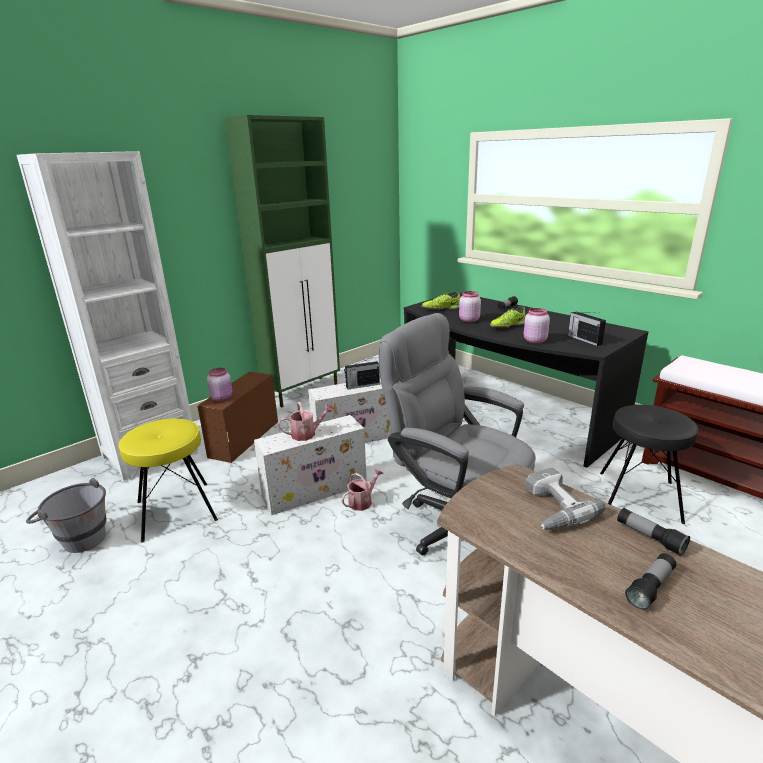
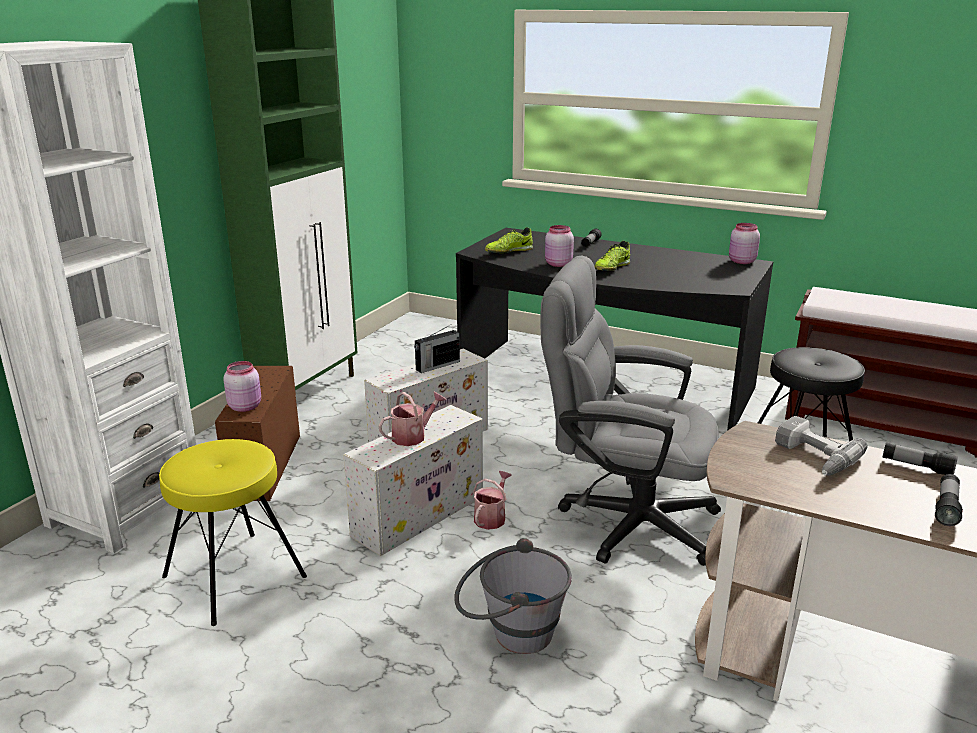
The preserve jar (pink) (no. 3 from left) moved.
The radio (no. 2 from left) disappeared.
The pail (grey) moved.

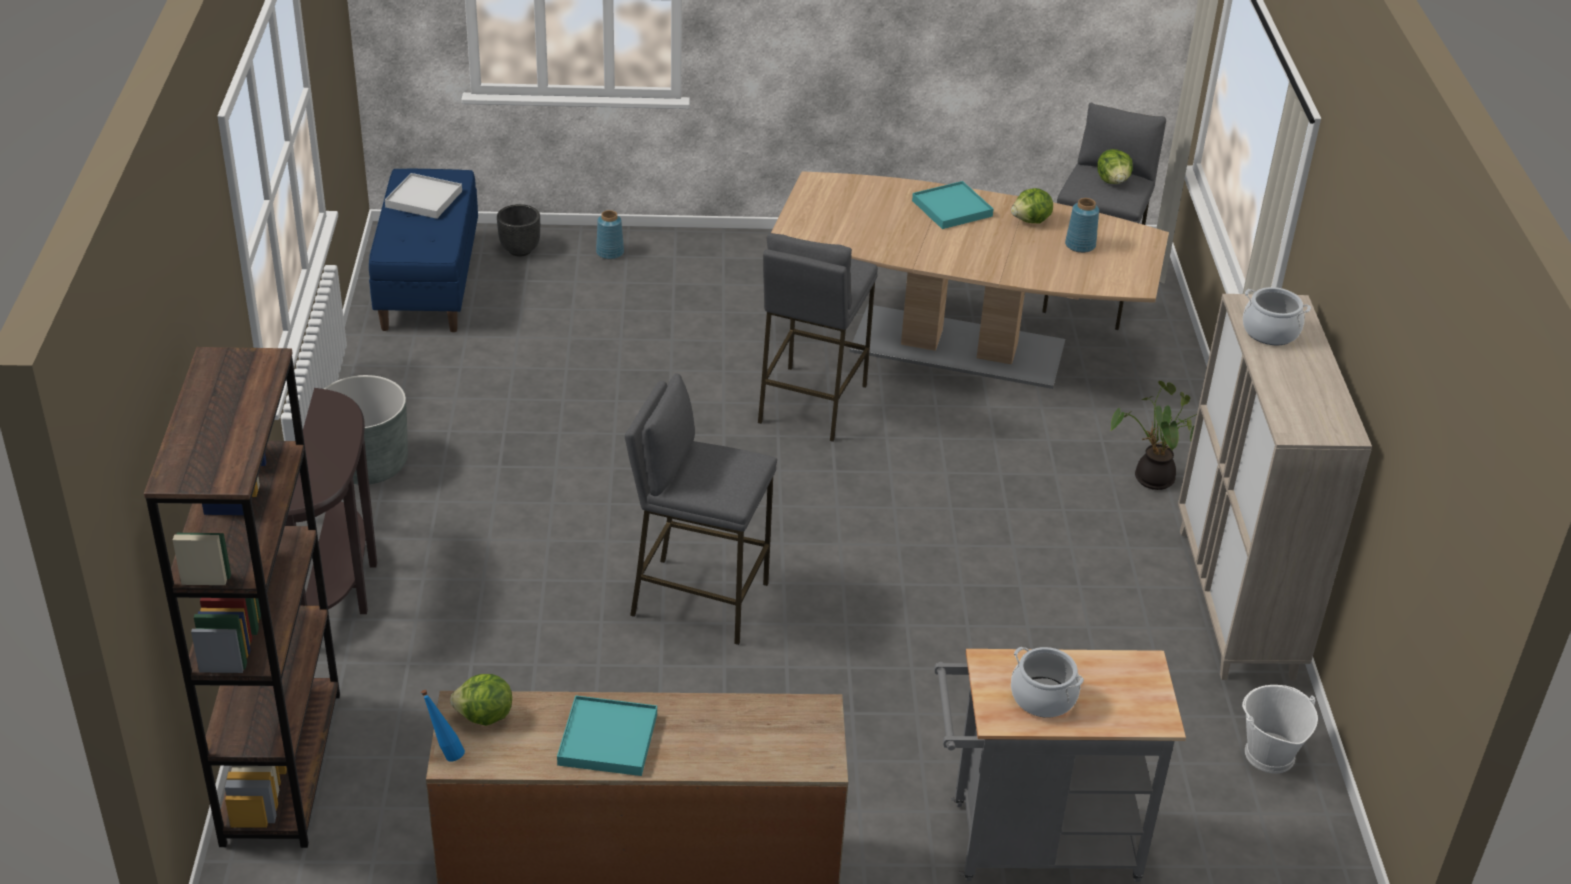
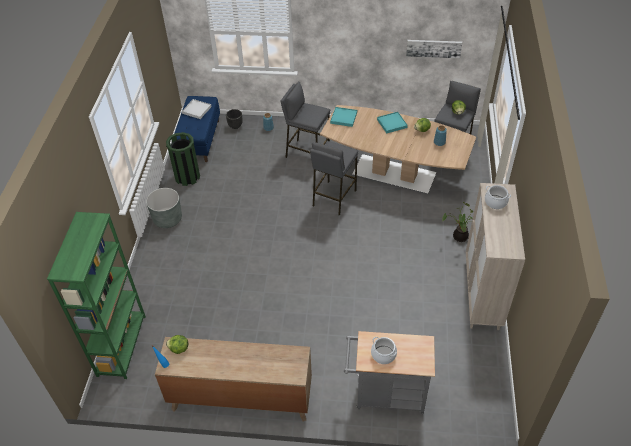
The bookshelf (brownish) became the bookshelf (greenish).
The stool (grey) (no. 1 from left) moved.
The hall table (brownish) disappeared.
The pail (white-coloured) disappeared.
The carrying tray (turquoise) (no. 1 from left) moved.
The wall picture appeared.
The rubbish bin (greenish) appeared.

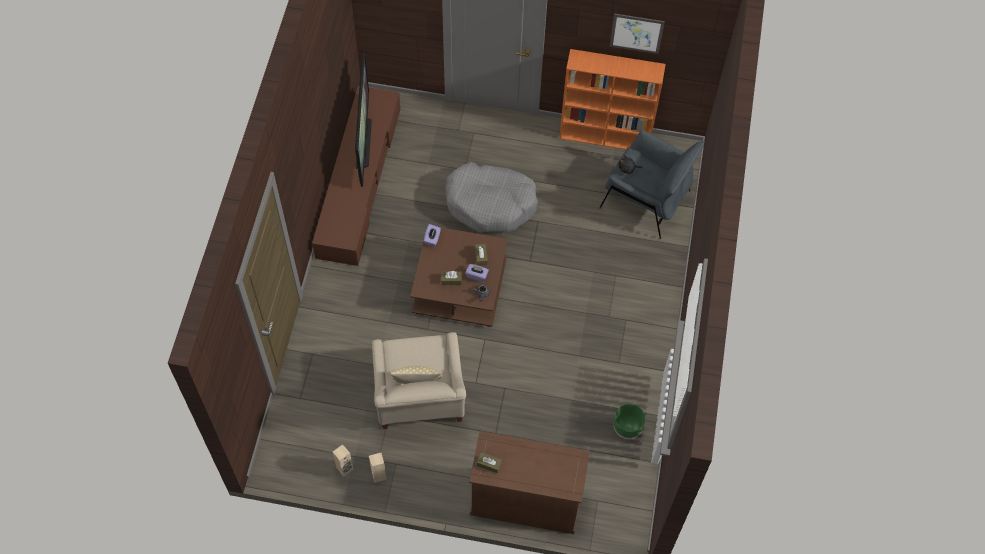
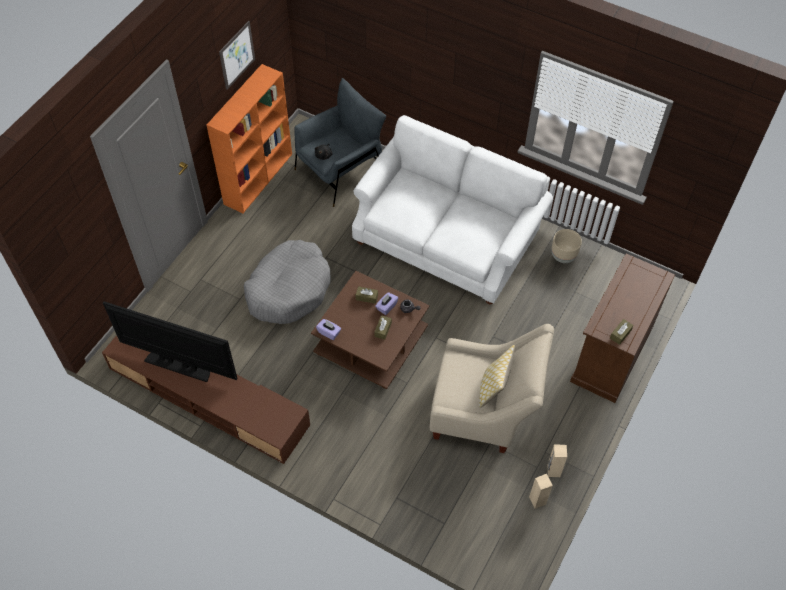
The planter (greenish) became the planter (beige).
The sofa (white-coloured) appeared.

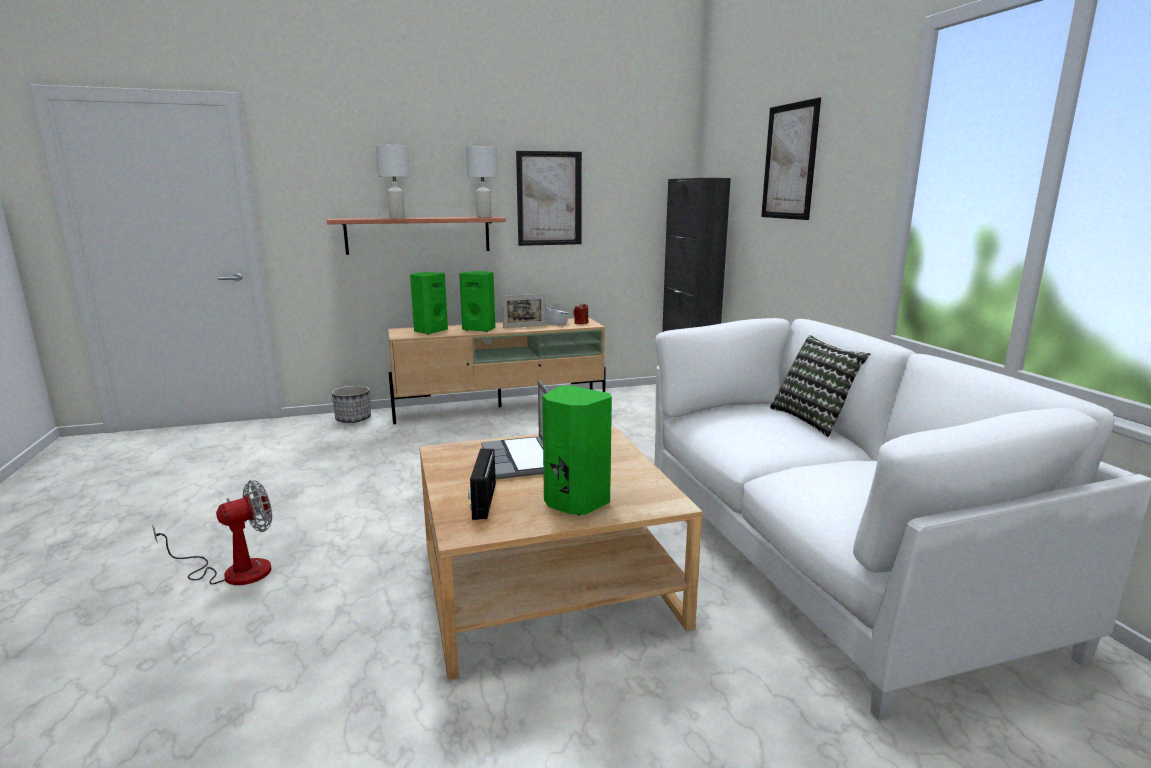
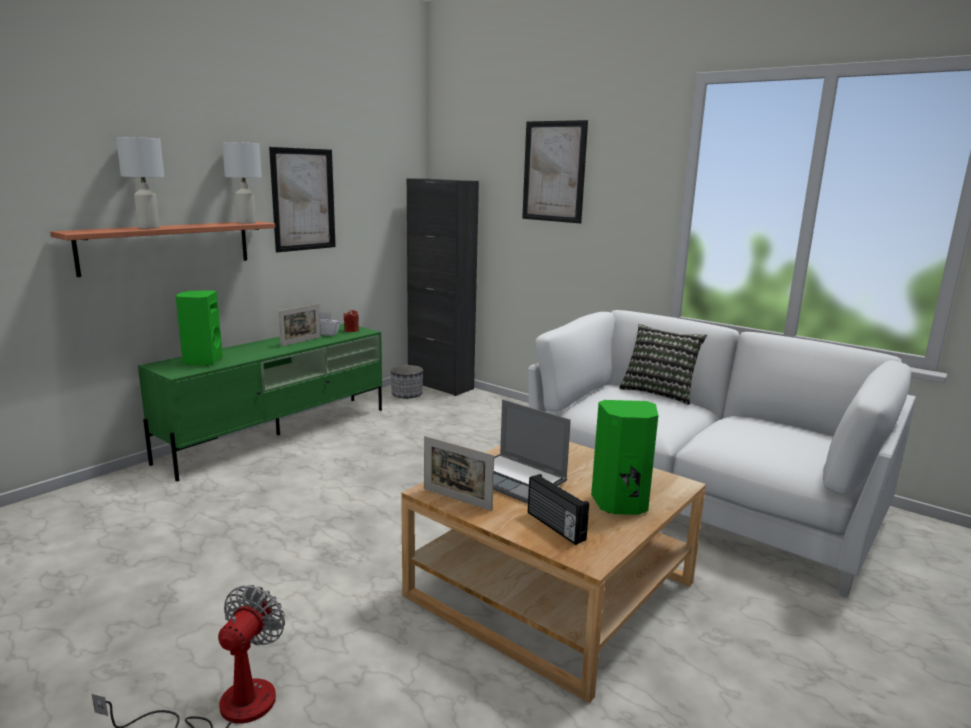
The audio speaker (greenish) (no. 2 from left) disappeared.
The tv stand (beige) became the tv stand (greenish).
The planter moved.
The picture frame (no. 2 from left) appeared.

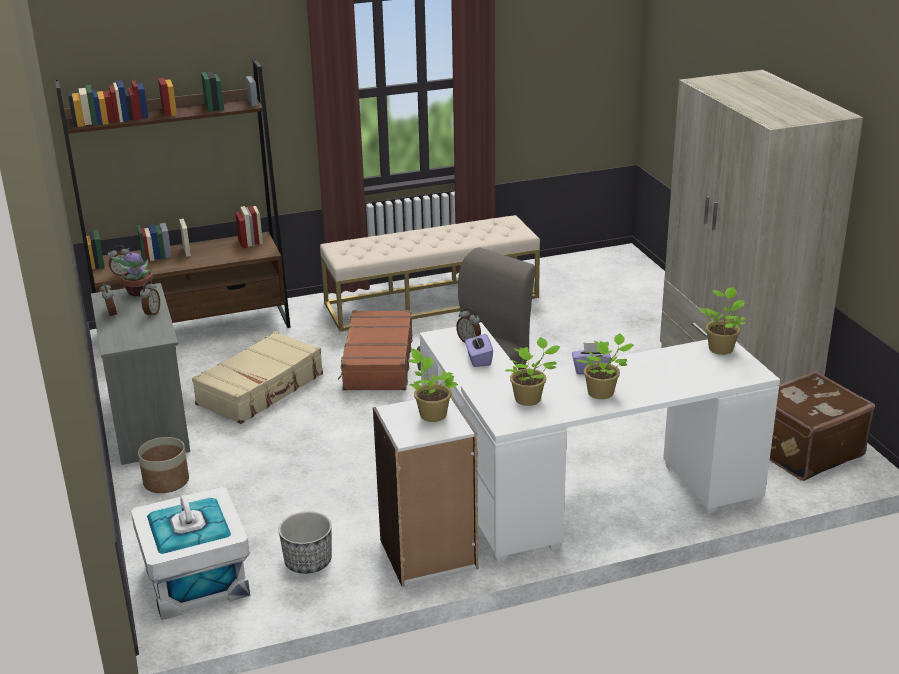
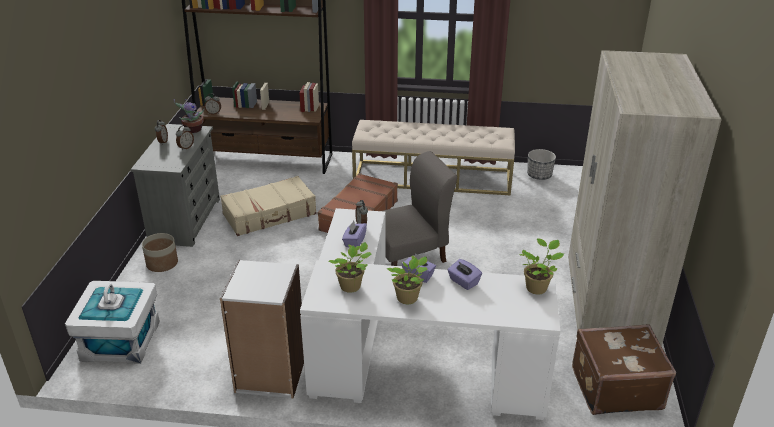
The potted plant (no. 2 from left) disappeared.
The planter (no. 2 from left) moved.
The tissue holder (purple-coloured) (no. 3 from left) appeared.

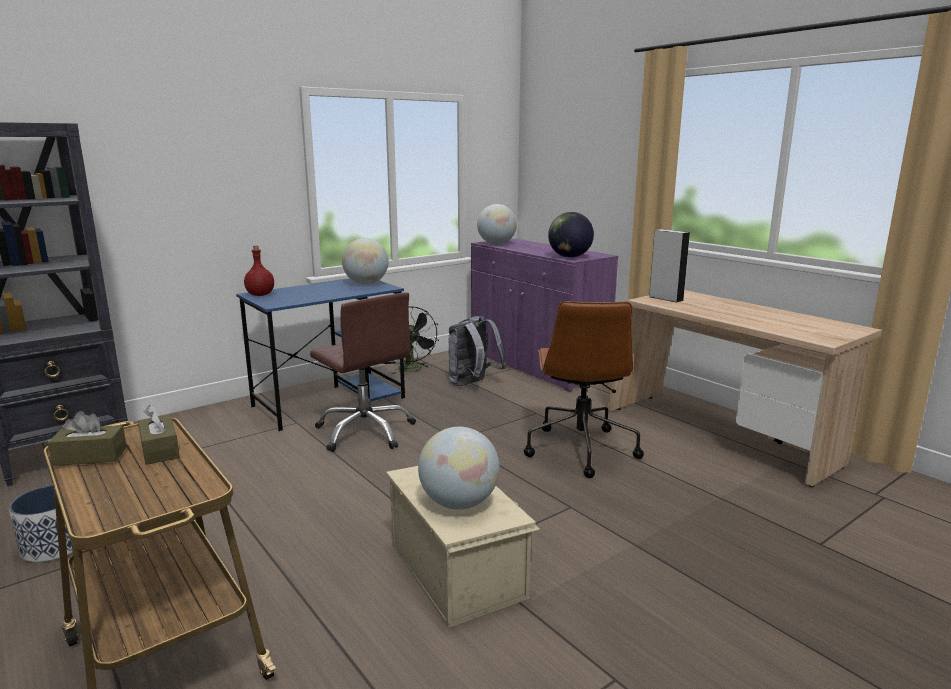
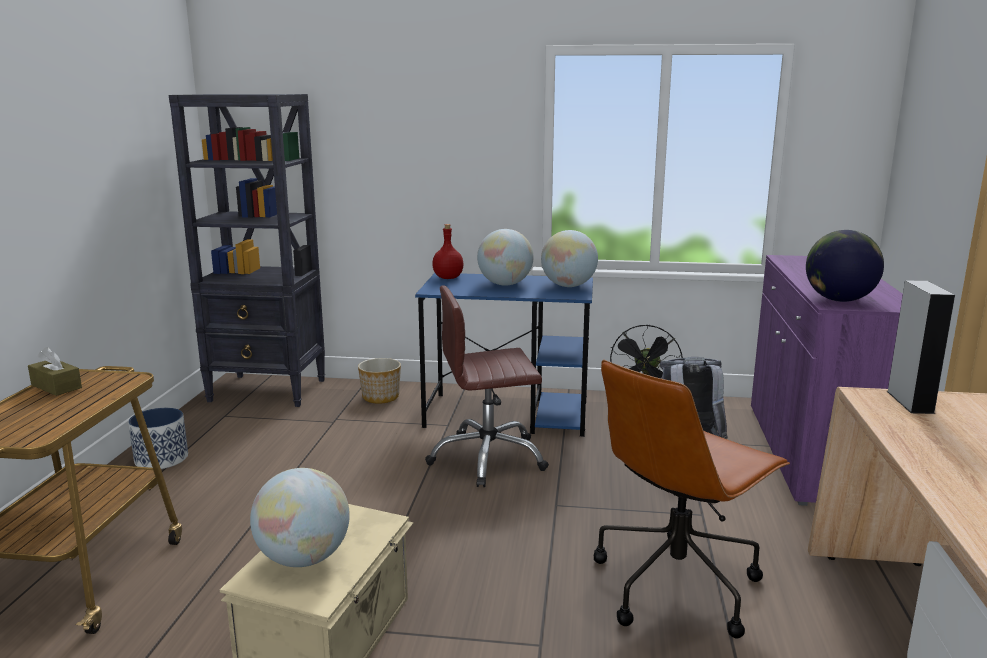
The globe (no. 3 from left in the first image) moved.
The computer chair (brownish) (no. 1 from left) turned 75 degrees clockwise.
The tissue holder (brownish) (no. 2 from left) disappeared.
The planter (no. 2 from left) appeared.

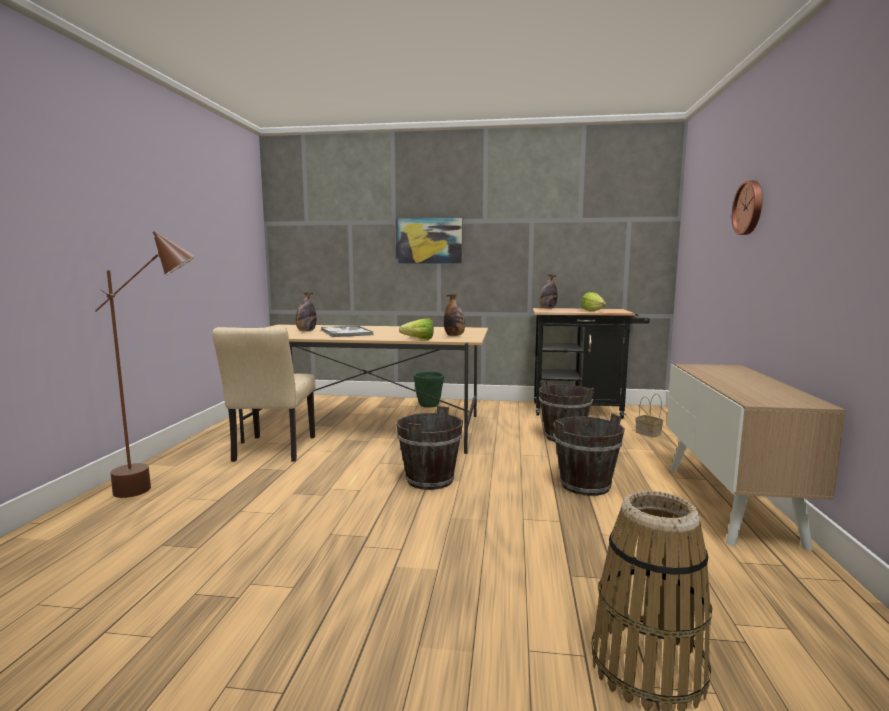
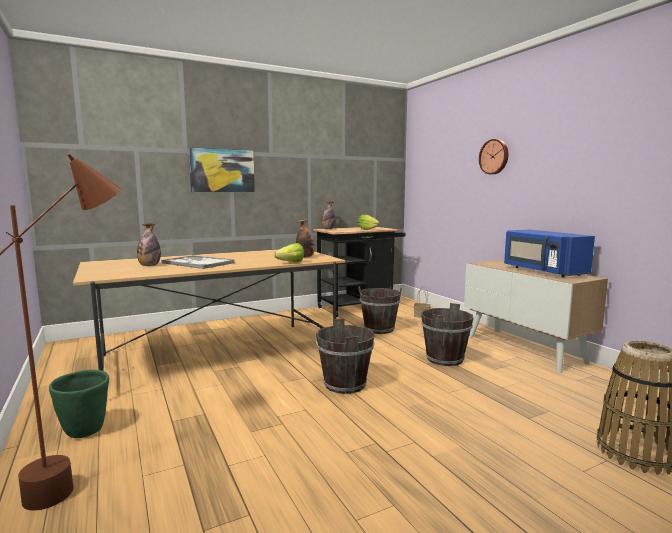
The chair (beige) disappeared.
The planter (greenish) moved.
The microwave oven (blue-coloured) appeared.

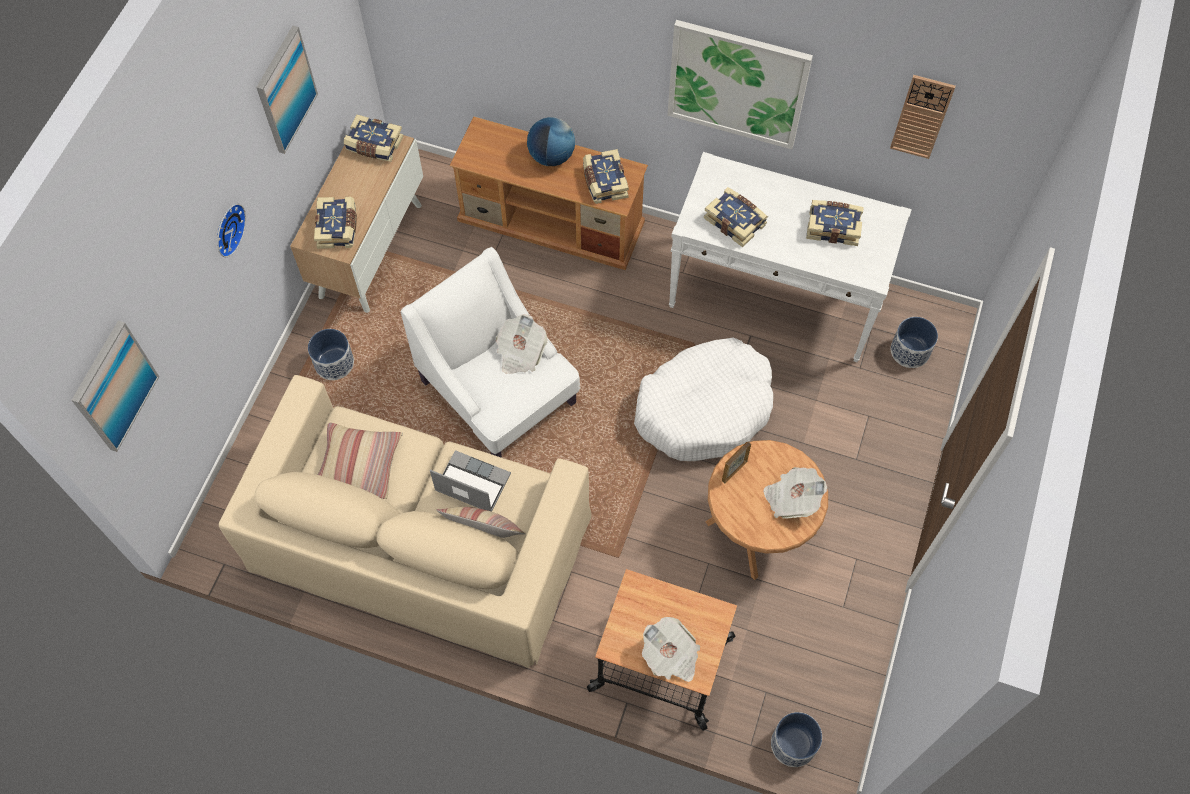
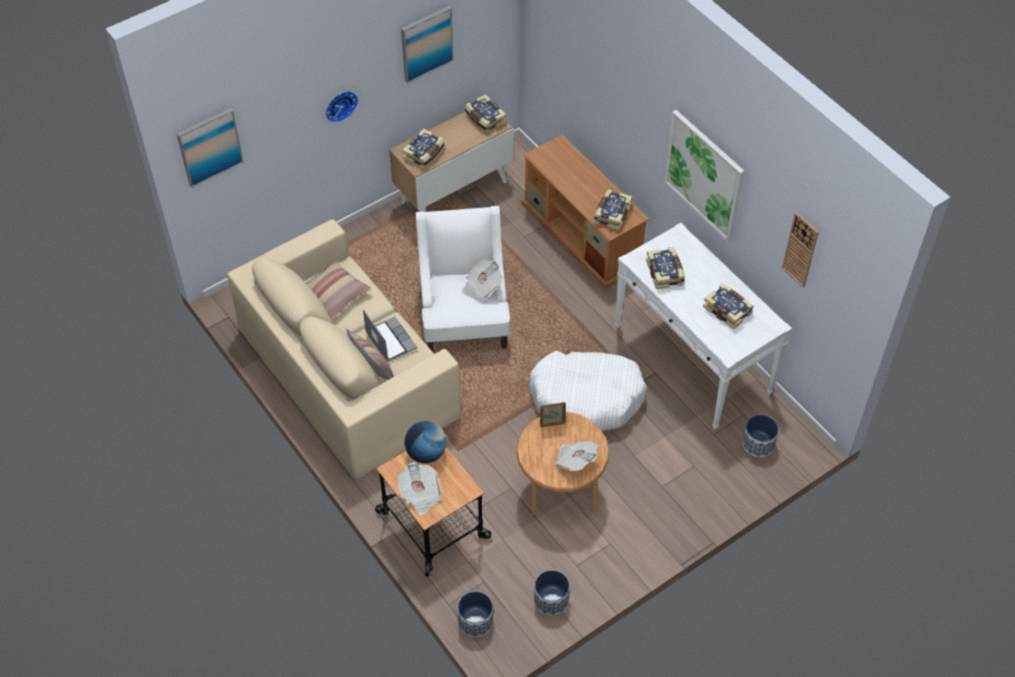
The globe moved.
The planter (no. 1 from left in the first image) moved.

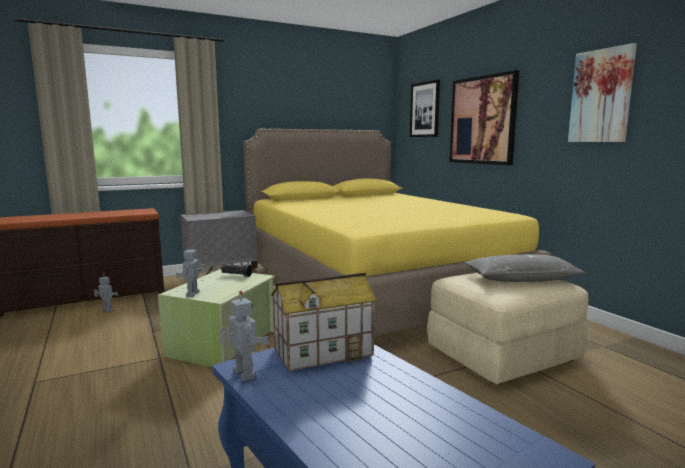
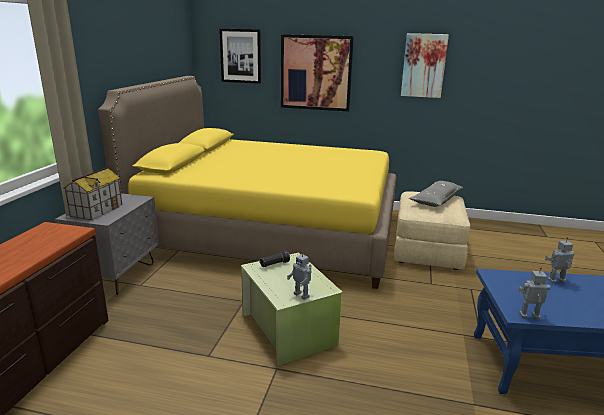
The toy house moved.
The toy robot (no. 1 from left in the first image) moved.

